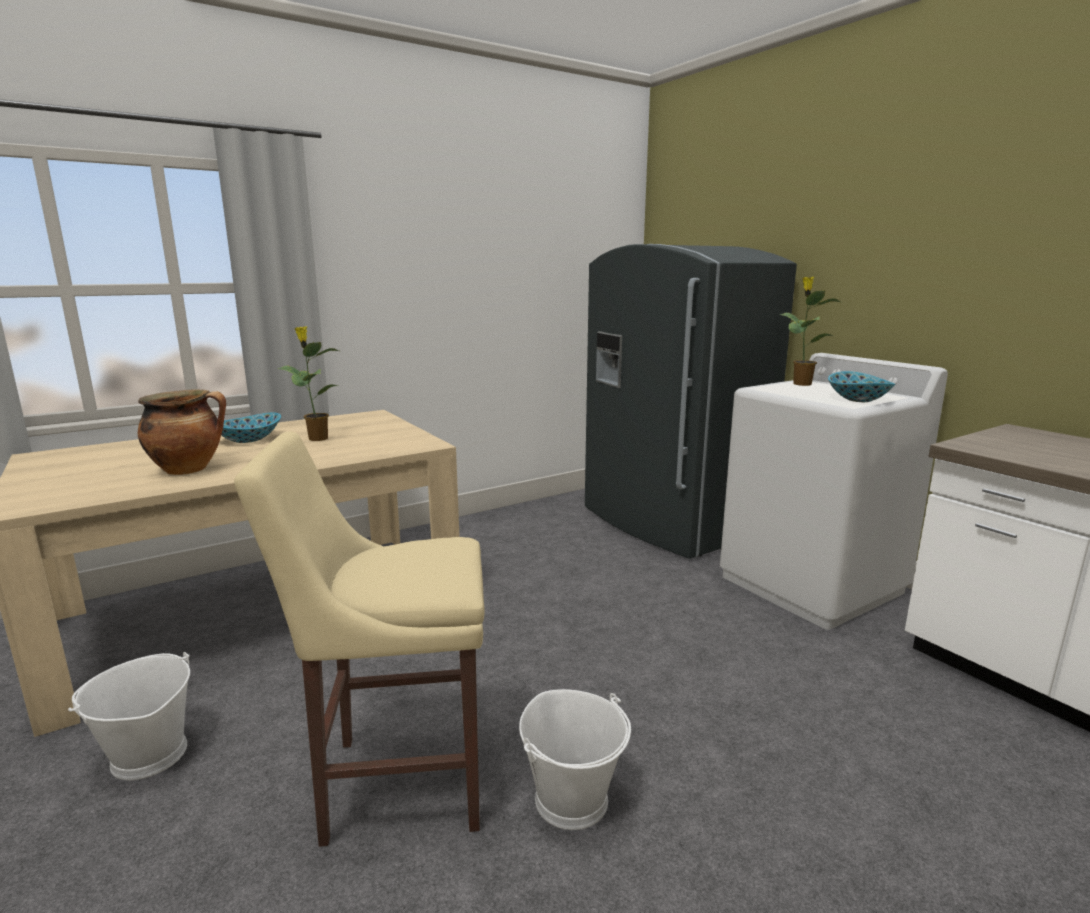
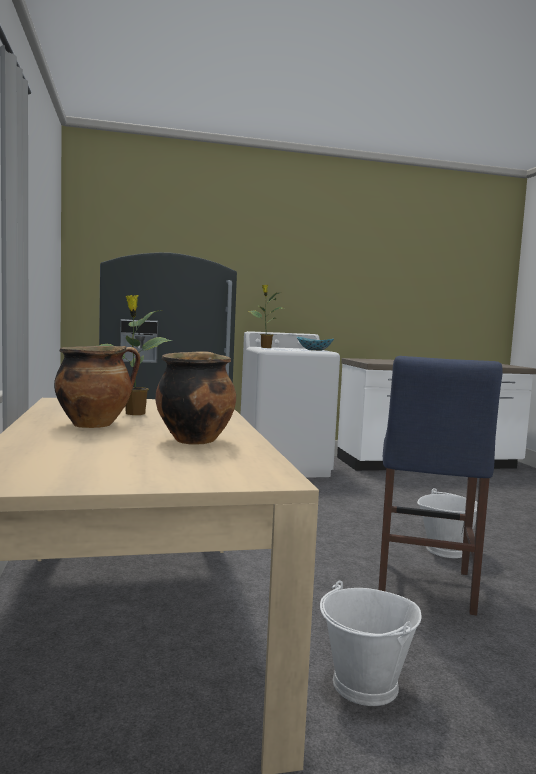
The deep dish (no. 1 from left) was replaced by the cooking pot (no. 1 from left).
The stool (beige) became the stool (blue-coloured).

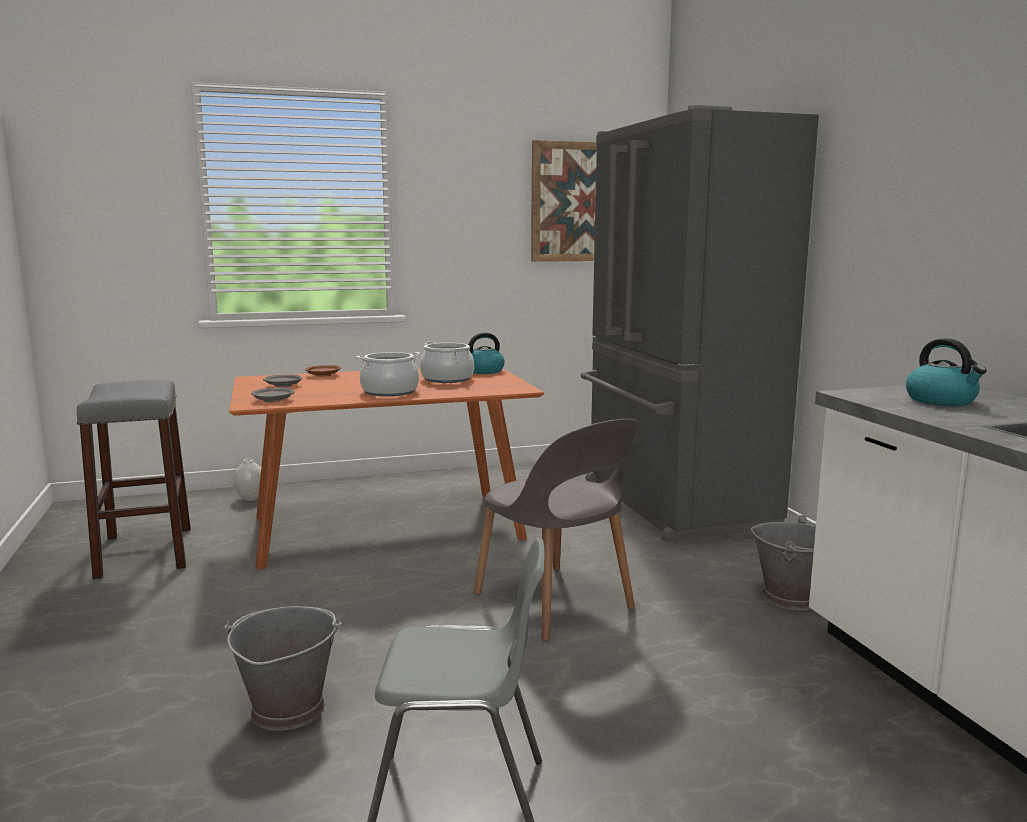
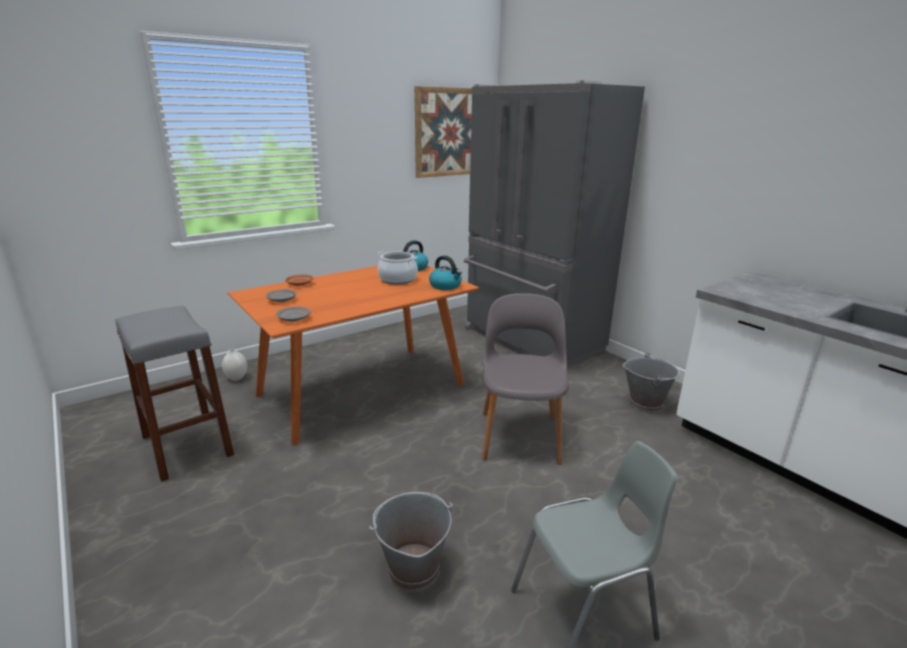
The tea kettle (no. 2 from left) moved.
The cooking pot (no. 1 from left) disappeared.
The chair (grey) (no. 2 from left in the first image) turned 120 degrees counterclockwise.

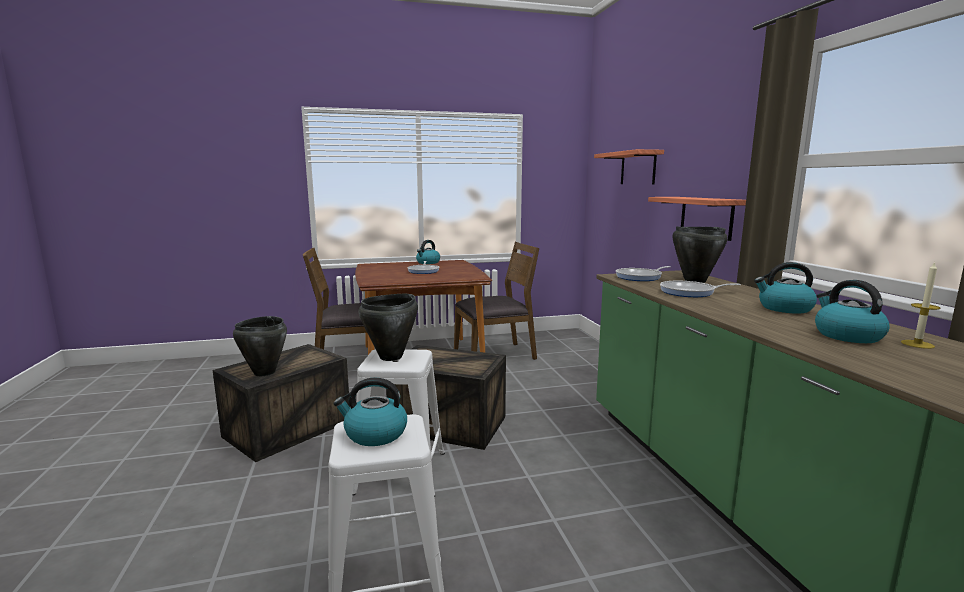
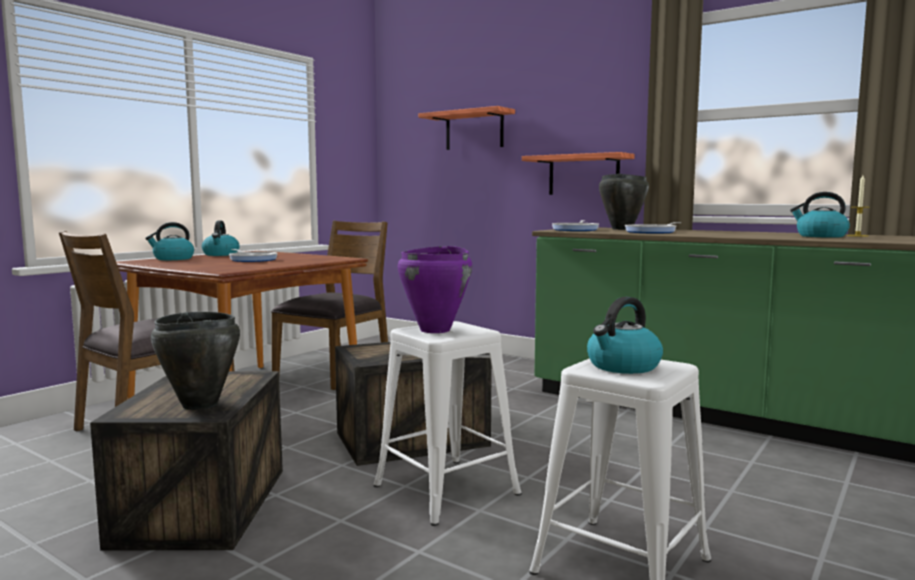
The tea kettle (no. 3 from left in the first image) moved.
The cooking pot (blackish) (no. 2 from left) became the cooking pot (purple-coloured).

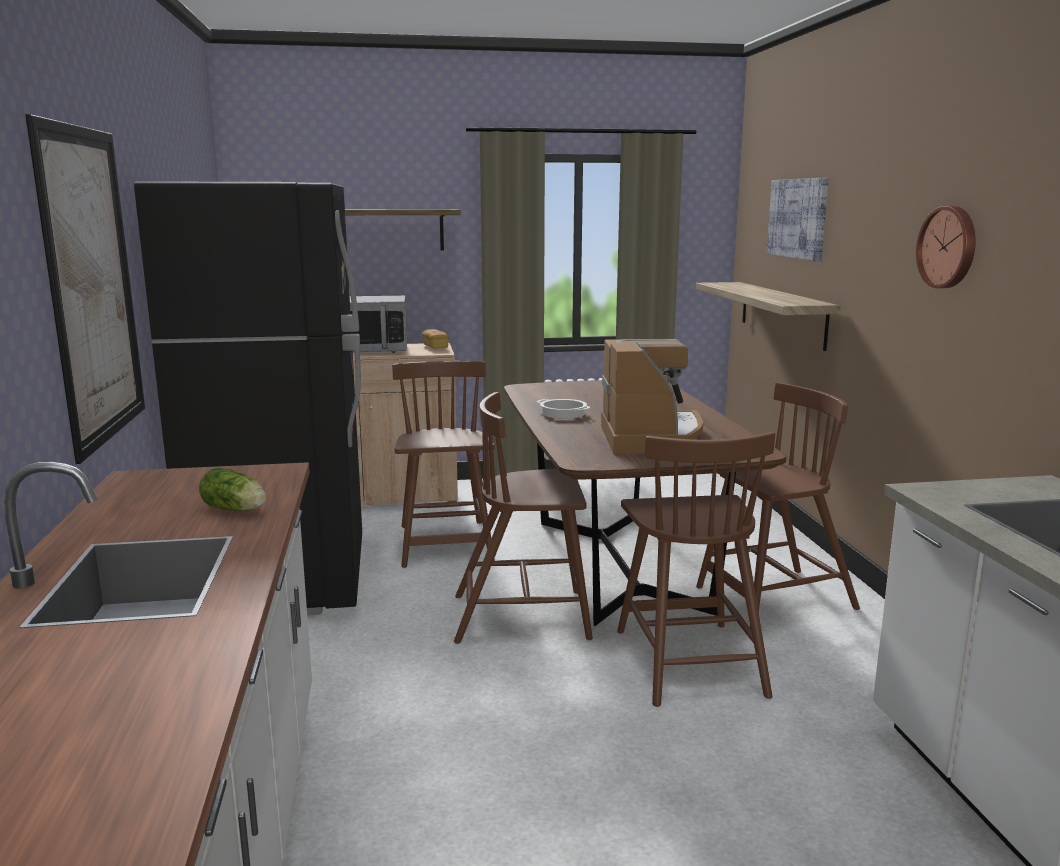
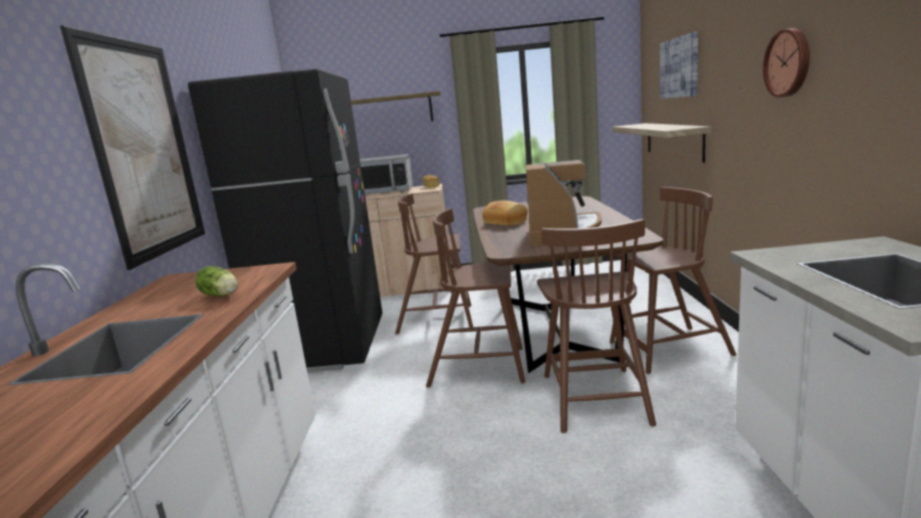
The chair (brownish) (no. 1 from left) turned 90 degrees counterclockwise.
The cooking pot was replaced by the baked bread (no. 2 from left).

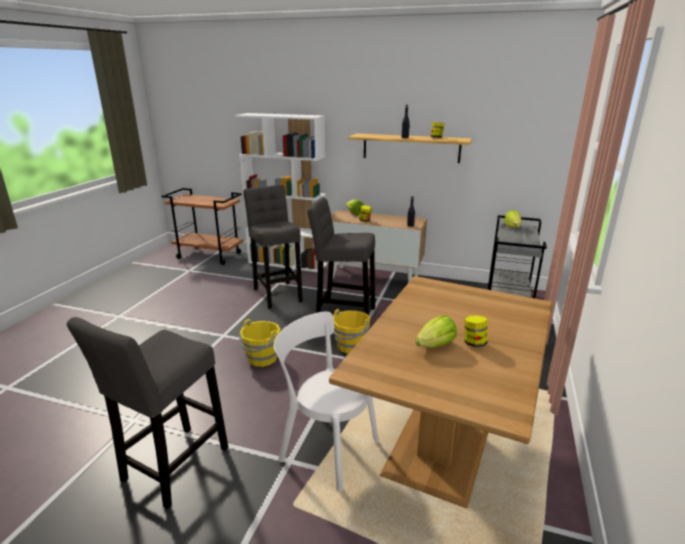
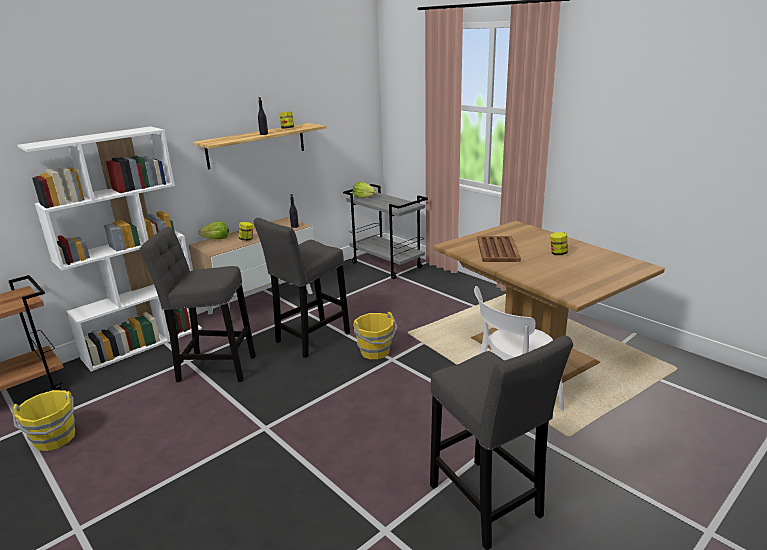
The lettuce head (no. 2 from left) disappeared.
The pail (yellow-coloured) (no. 1 from left) moved.
The carrying tray (brownish) appeared.

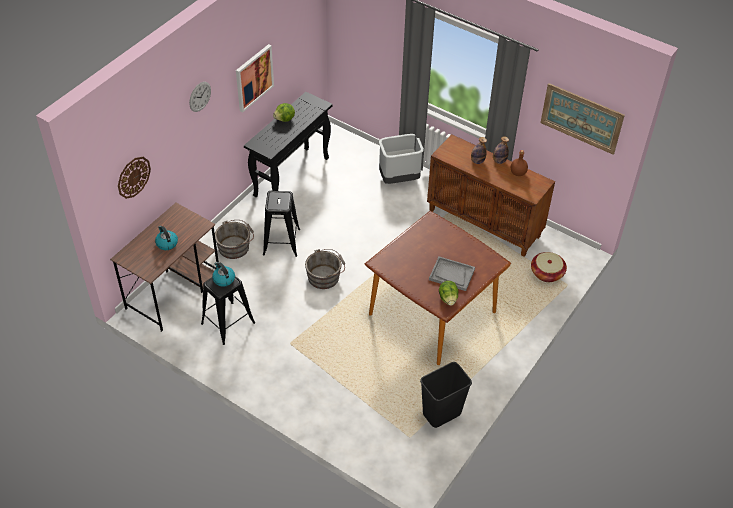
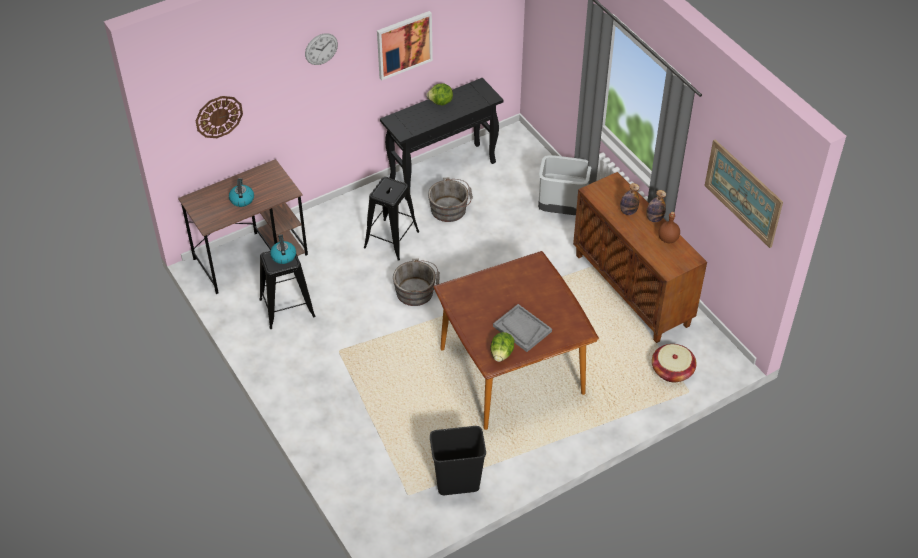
The pail (grey) (no. 1 from left in the first image) moved.

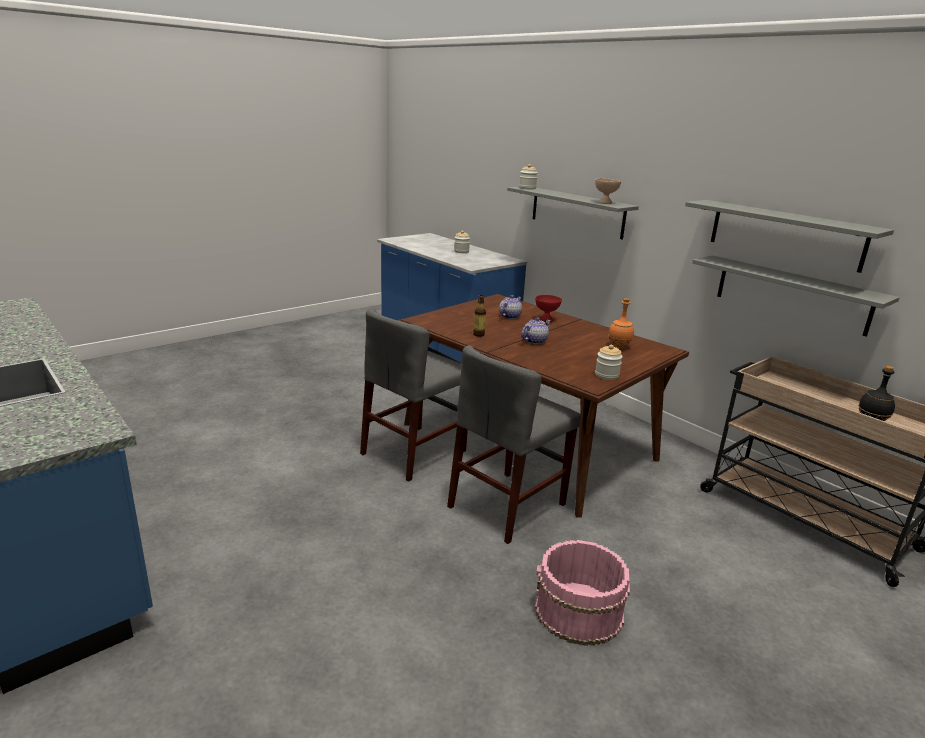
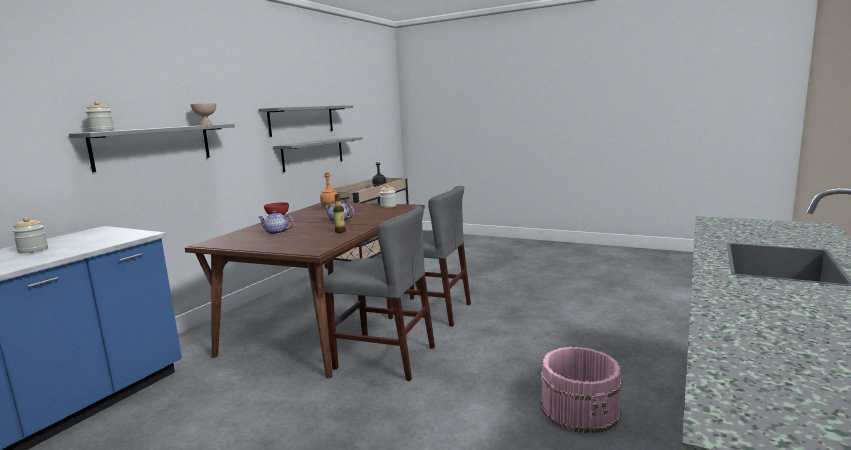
The pail (pink) moved.

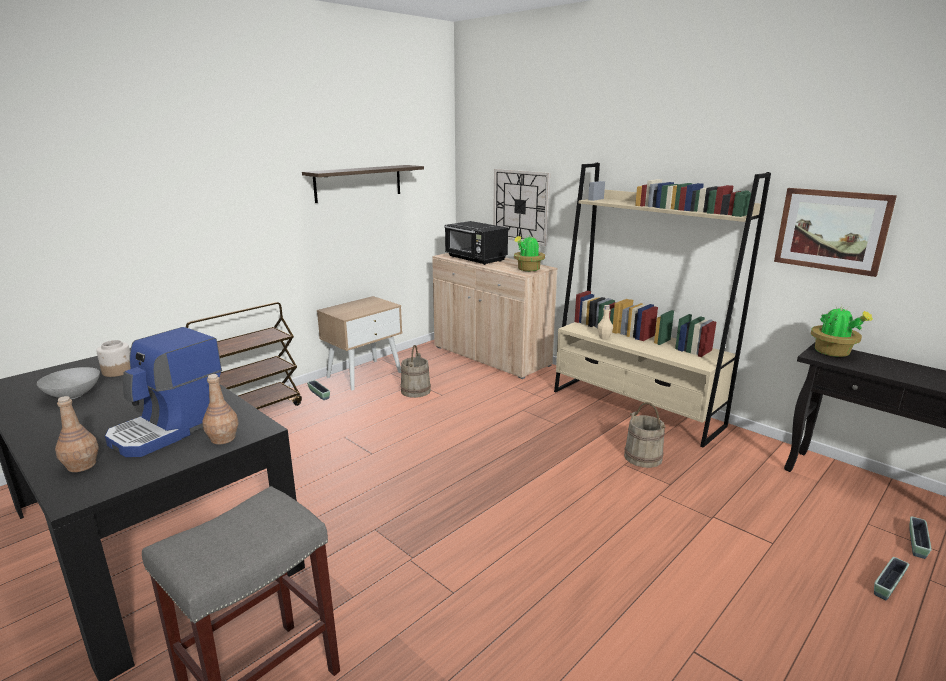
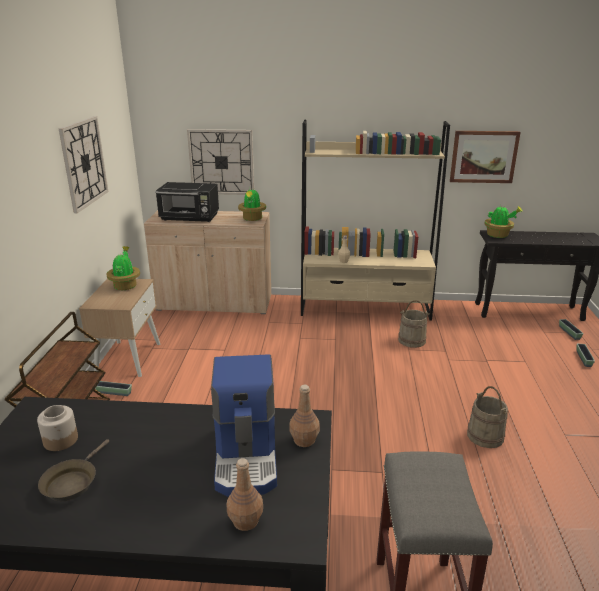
The shelf was replaced by the wall clock (no. 1 from left).
The pail (beige) (no. 1 from left in the first image) moved.
The deep dish (grey) was replaced by the pan (brownish).
The potted plant (no. 1 from left) appeared.

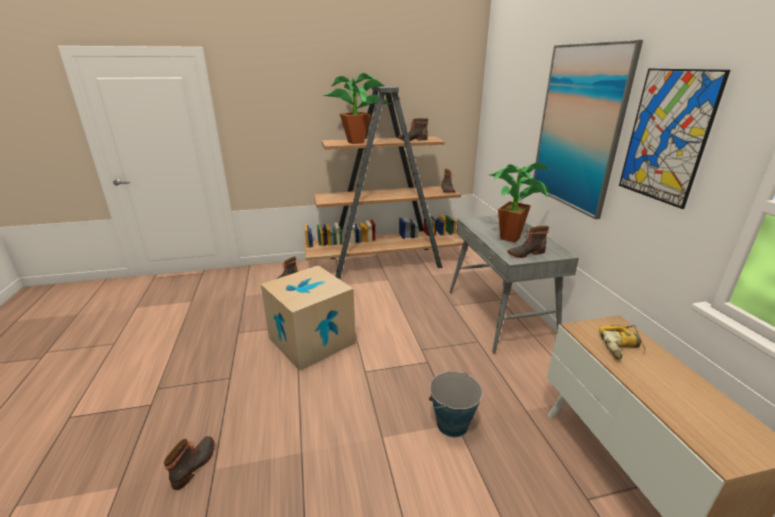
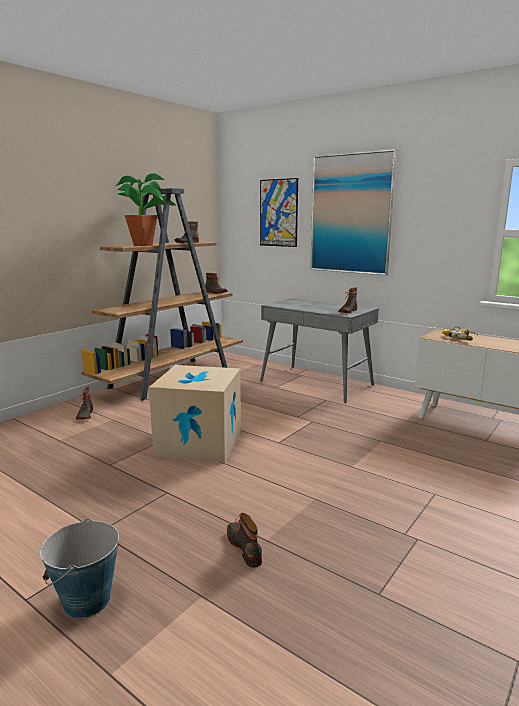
The wall picture (no. 2 from left in the first image) moved.
The potted plant (no. 2 from left) disappeared.
The pail moved.

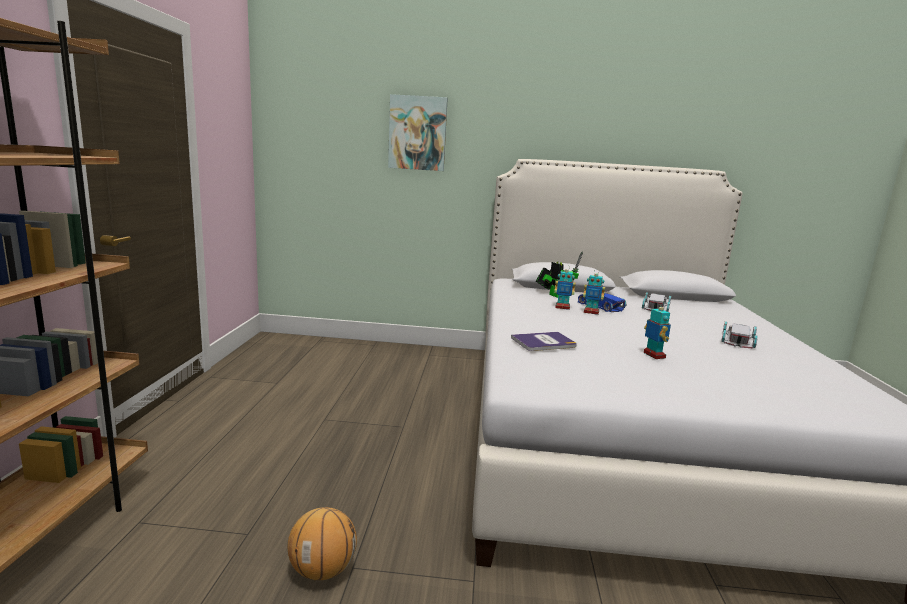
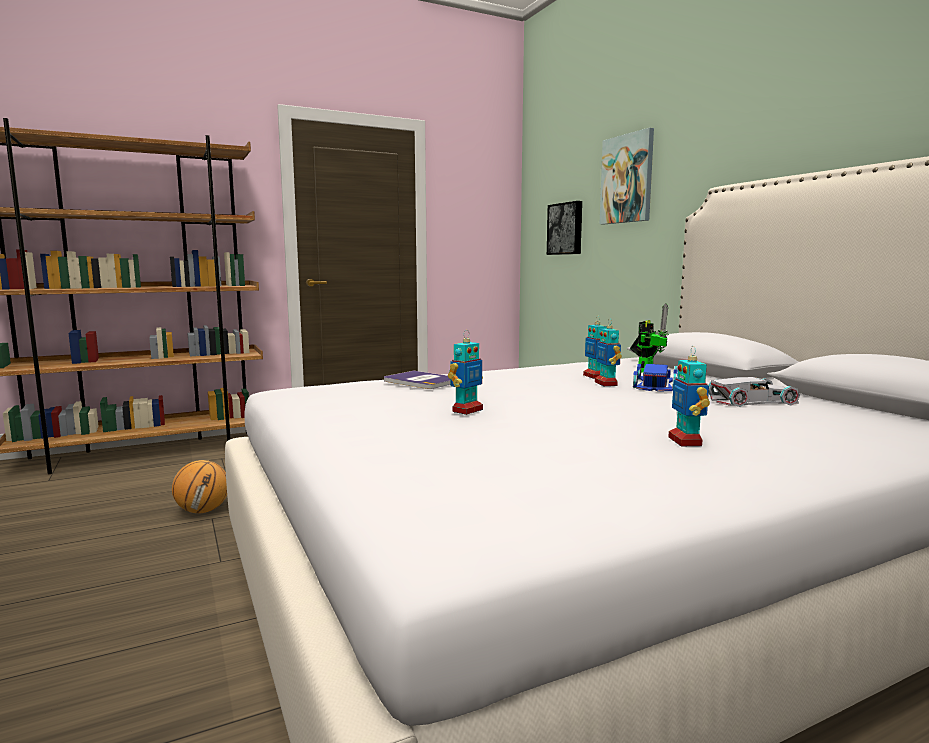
The miniature car (white-coloured) (no. 2 from left) was replaced by the toy robot (no. 5 from left).
The wall picture (no. 1 from left) appeared.

